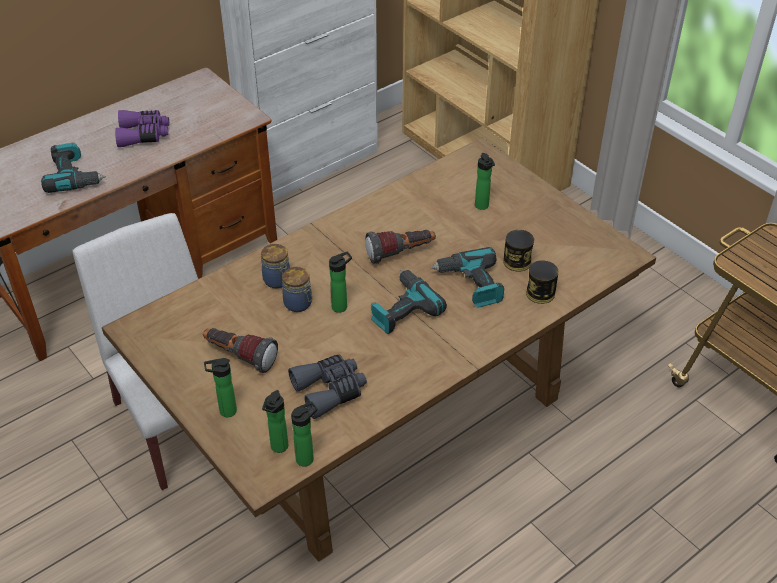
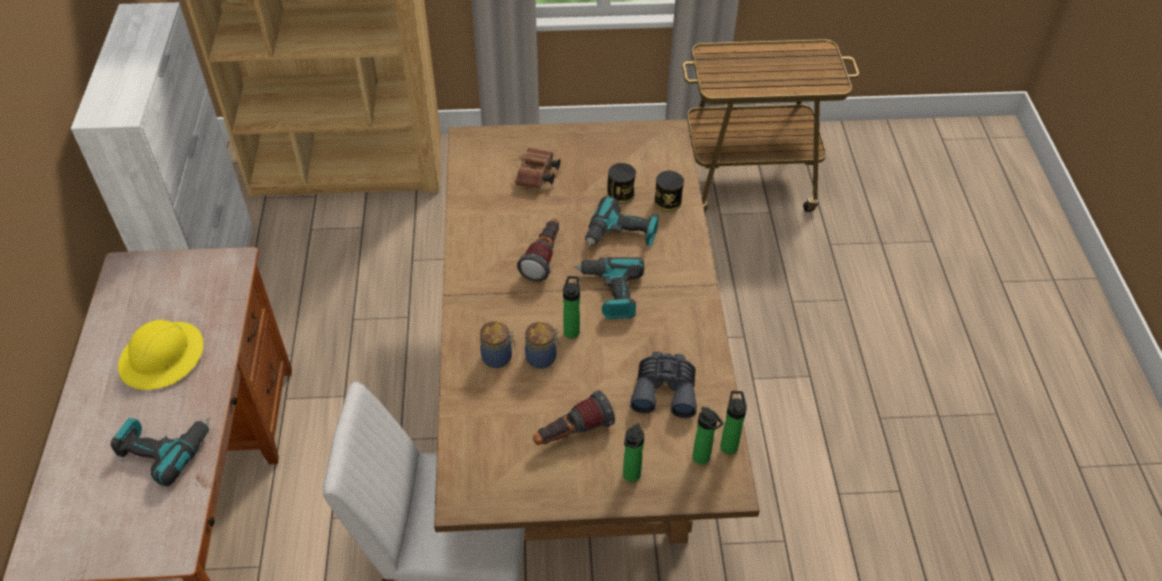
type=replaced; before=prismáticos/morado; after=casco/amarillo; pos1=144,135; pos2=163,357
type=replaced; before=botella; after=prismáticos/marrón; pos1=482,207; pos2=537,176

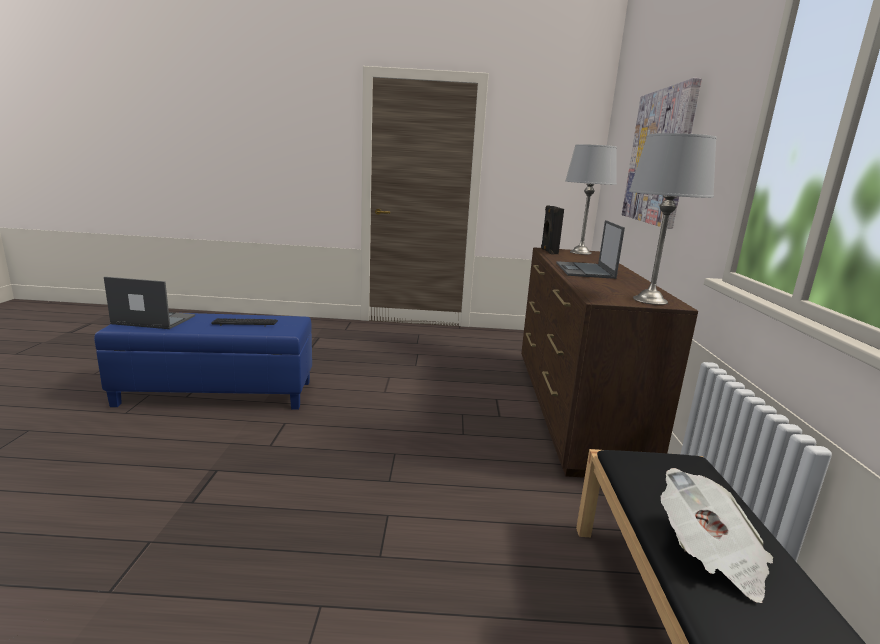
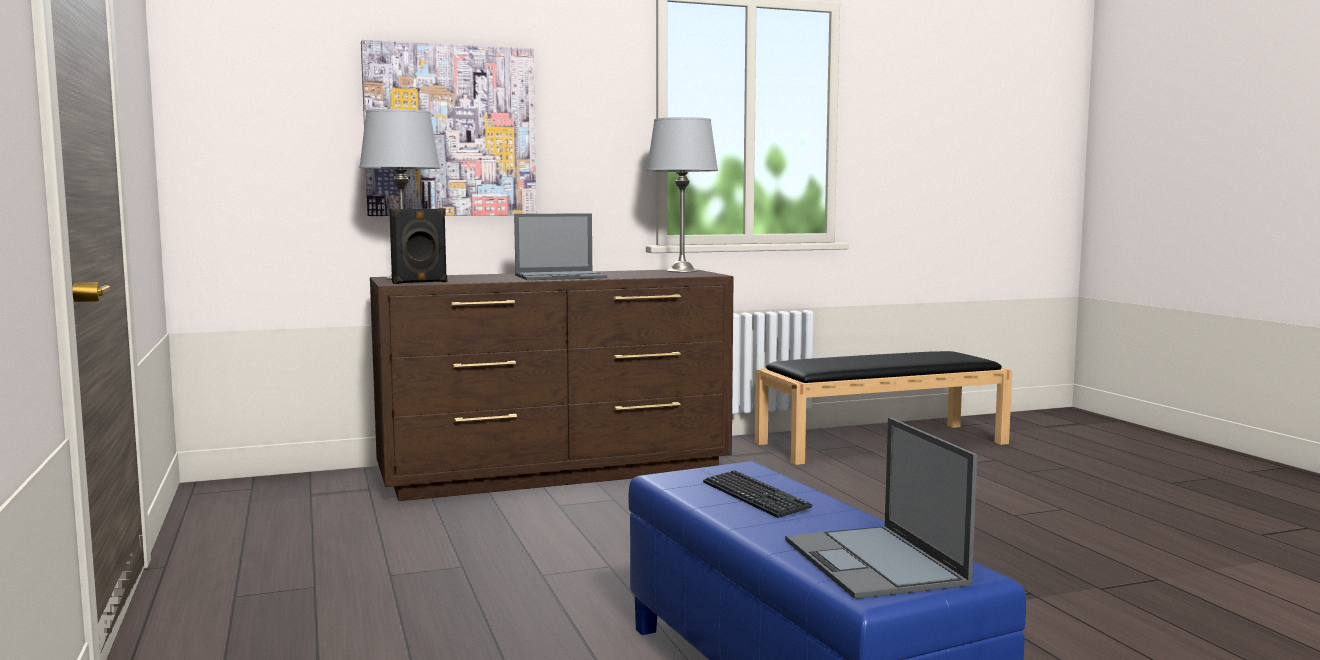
type=removed; before=periódico; pos1=710,556

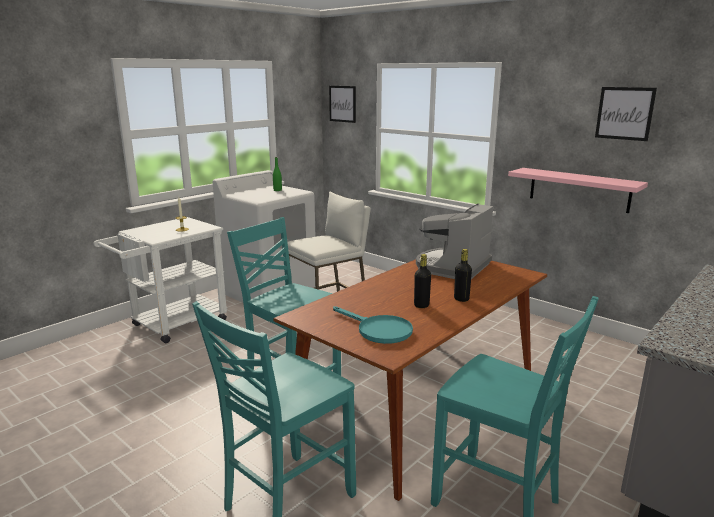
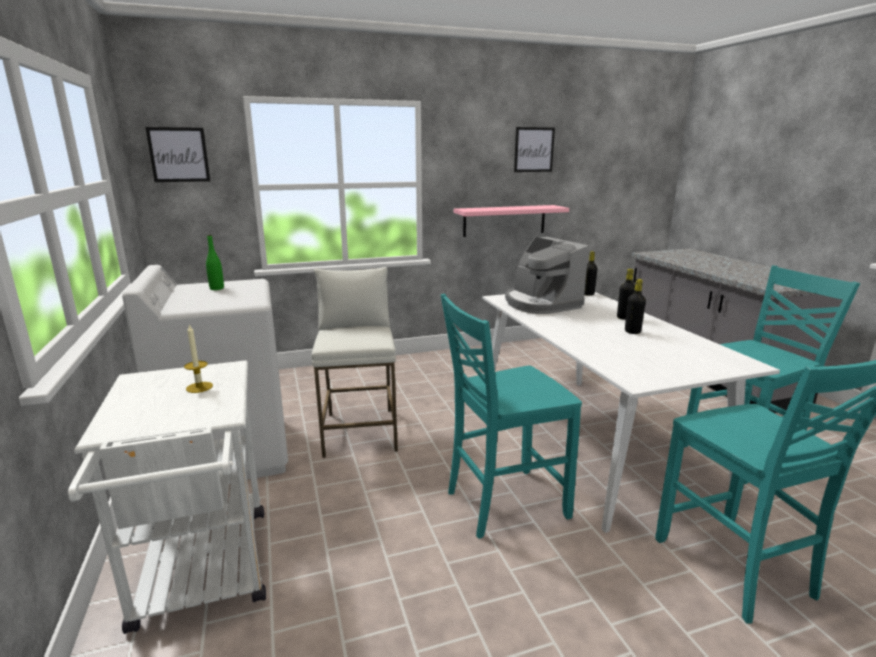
type=recoloured; before=mesa de comedor/marrón; after=mesa de comedor/blanco; pos1=419,404; pos2=590,441
type=removed; before=sartén/turquesa; pos1=378,330
type=added; after=botella/negro; pos2=588,294

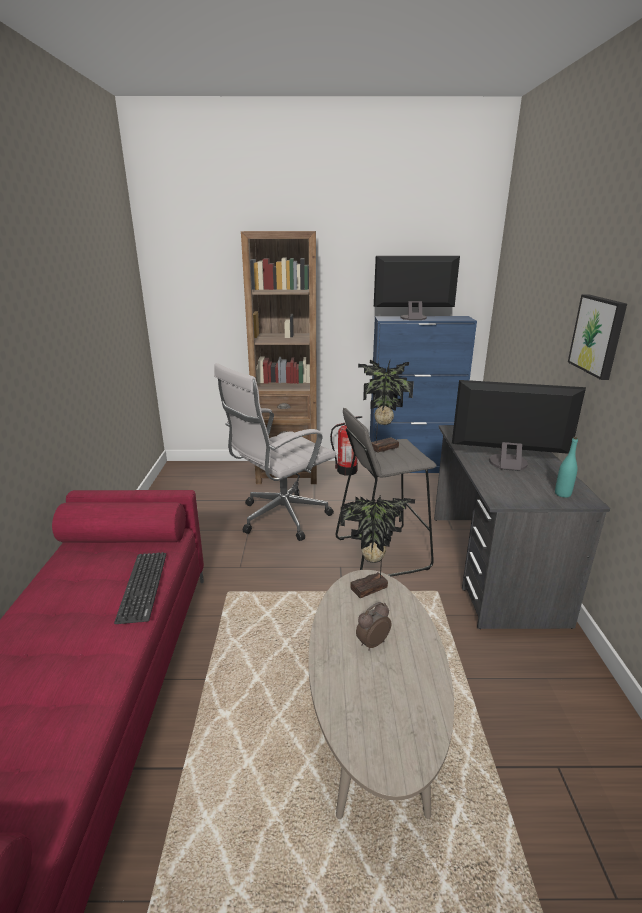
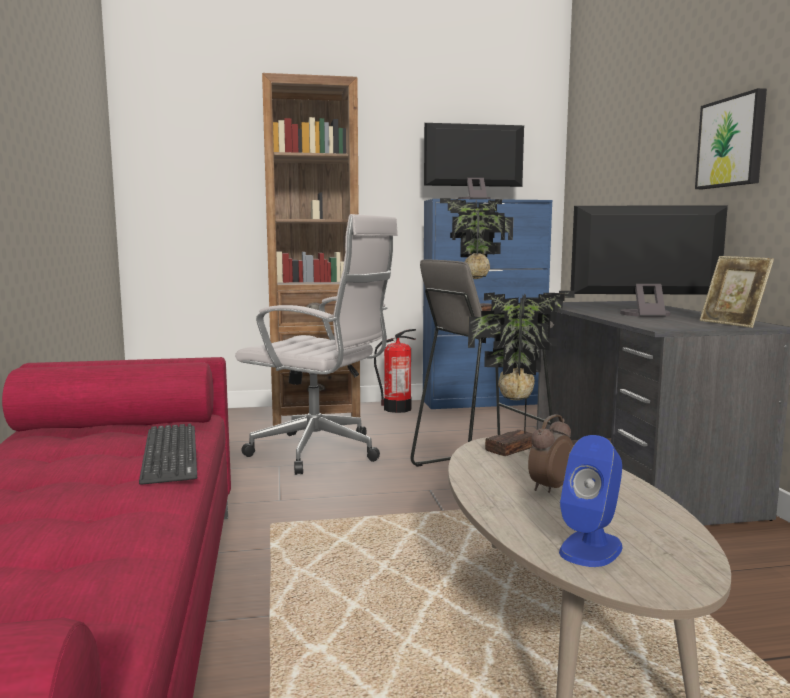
type=turned; before=silla de oficina/blanco; pos1=280,518; pos2=321,453; turn=-105
type=replaced; before=botella/turquesa; after=portarretratos; pos1=562,494; pos2=732,324
type=added; after=altavoz/azul; pos2=591,548

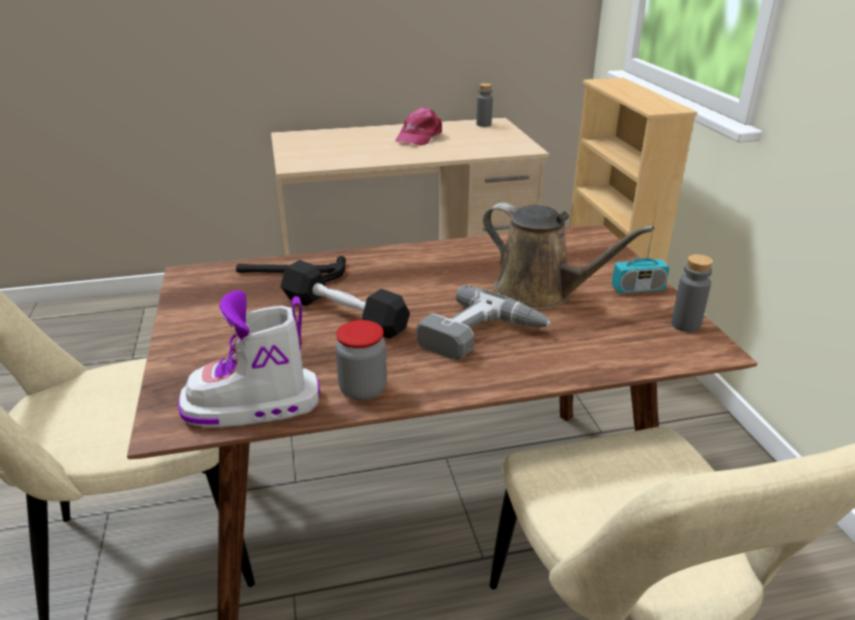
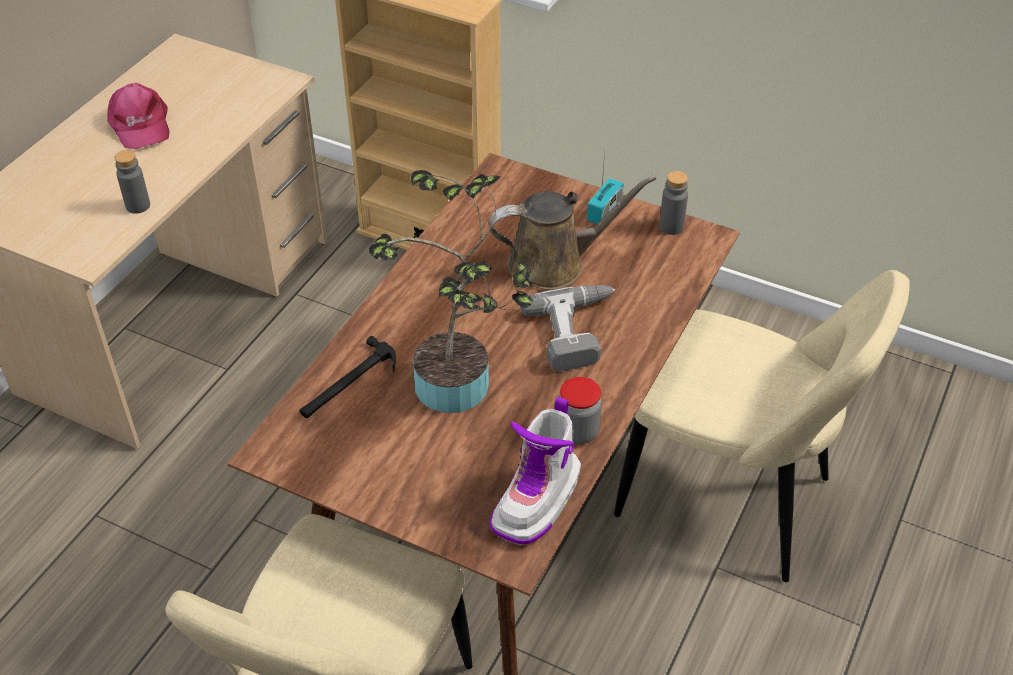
type=replaced; before=mancuerna/negro; after=planta en maceta; pos1=344,314; pos2=460,387
type=moved; before=botella/gris; pos1=483,124; pos2=138,206

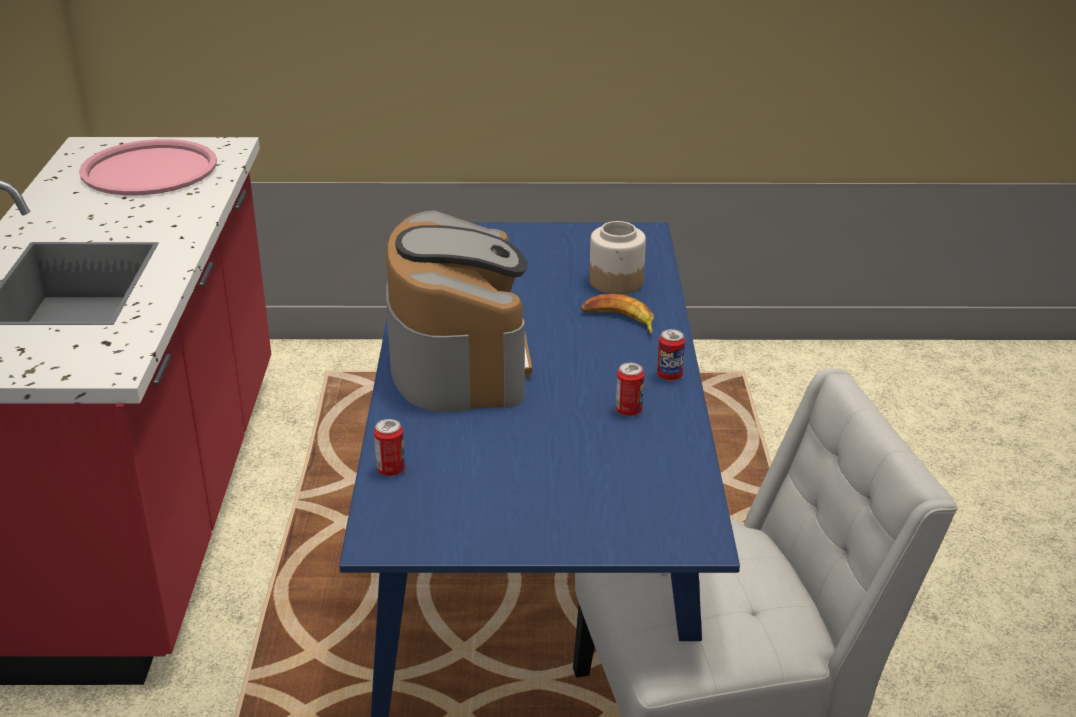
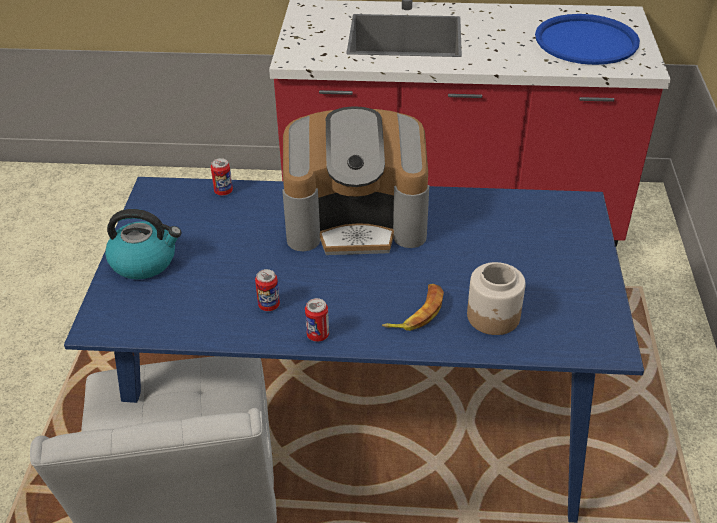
type=recoloured; before=bandeja/rosa; after=bandeja/azul; pos1=149,170; pos2=586,41
type=added; after=hervidor; pos2=145,261

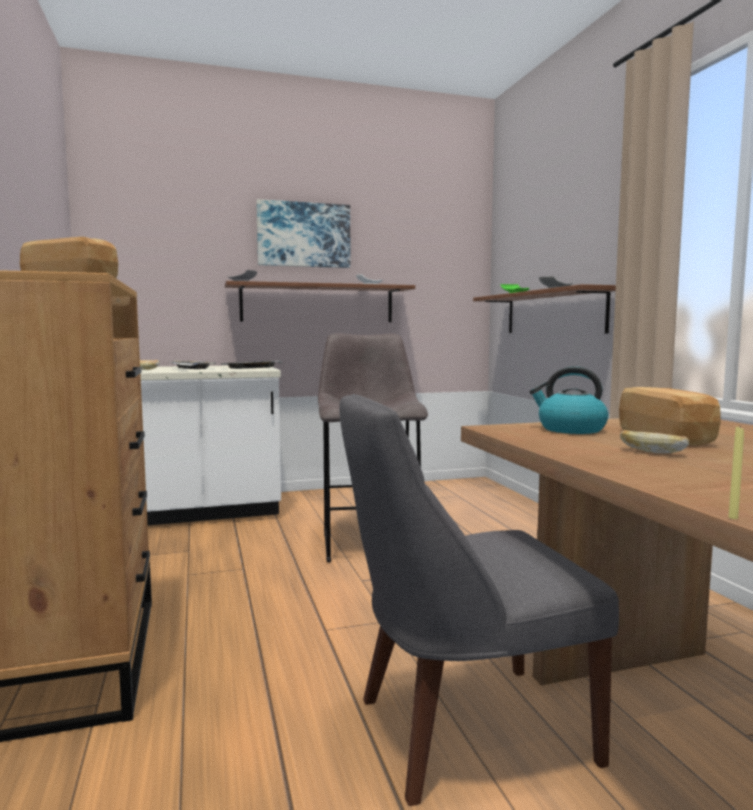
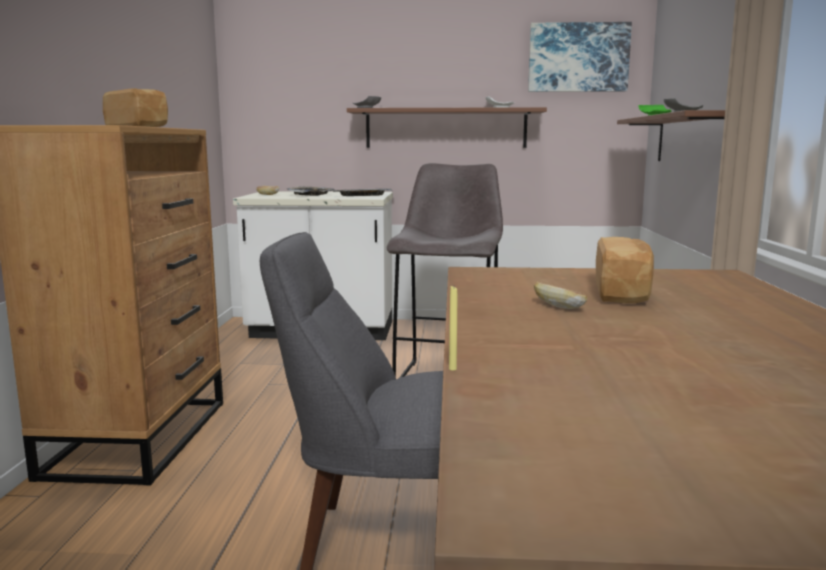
type=moved; before=cuadro; pos1=303,235; pos2=578,57
type=removed; before=hervidor; pos1=570,429

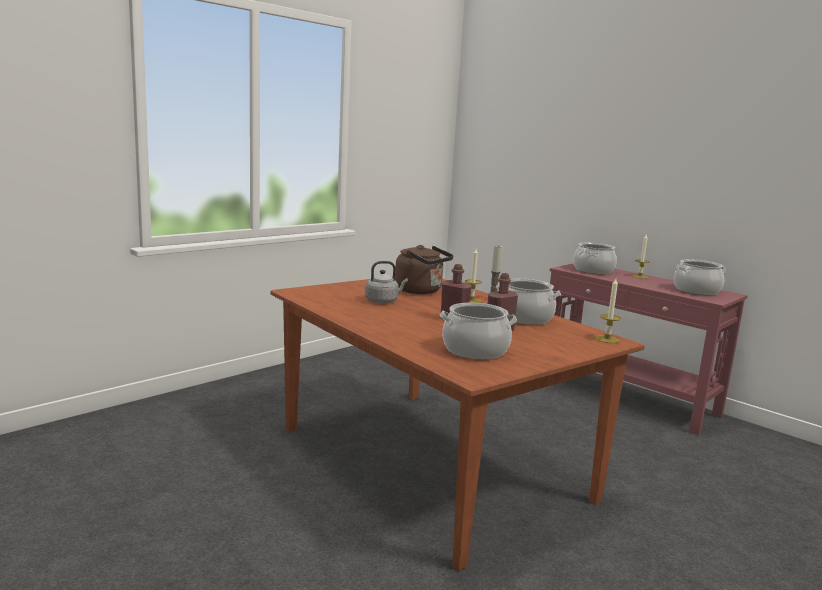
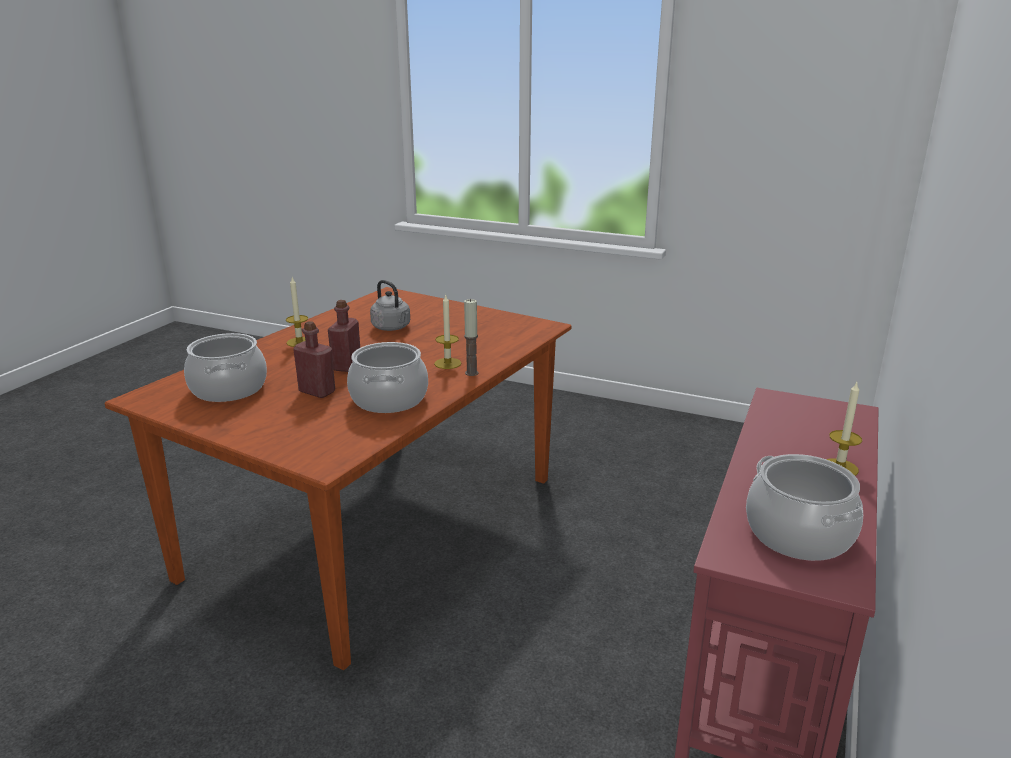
type=removed; before=hervidor/marrón; pos1=421,291
type=removed; before=olla; pos1=593,270
type=moved; before=vela; pos1=607,339; pos2=299,342

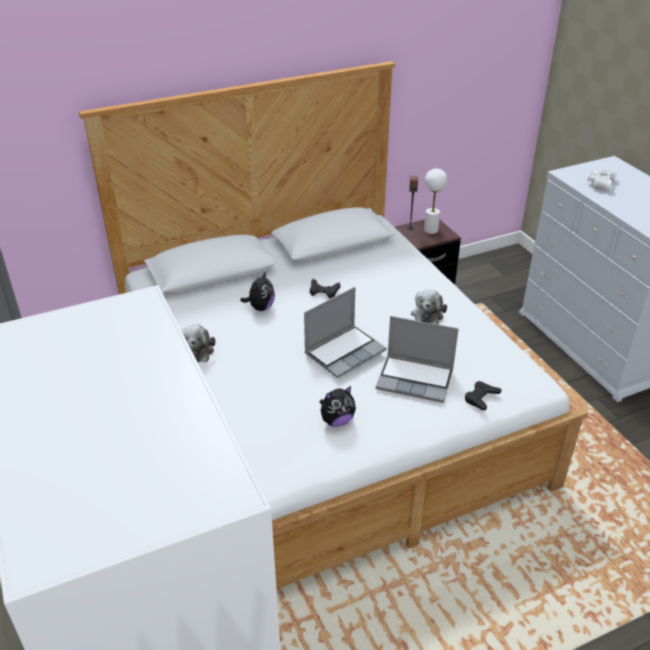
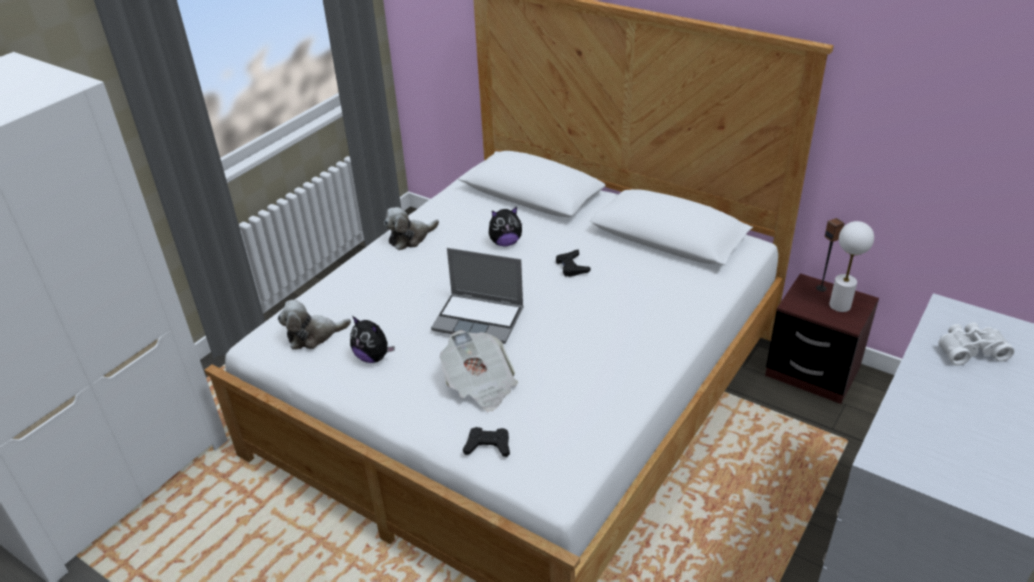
type=replaced; before=portátil; after=periódico; pos1=416,379; pos2=480,385
type=moved; before=peluche; pos1=427,314; pos2=313,336

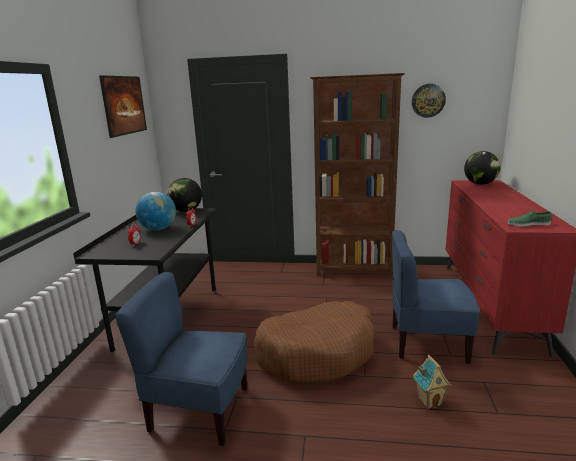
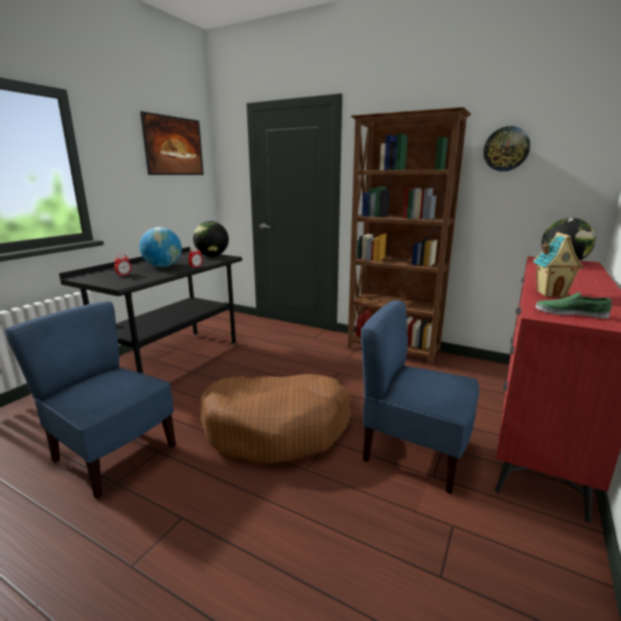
type=moved; before=casita; pos1=430,401; pos2=551,294

